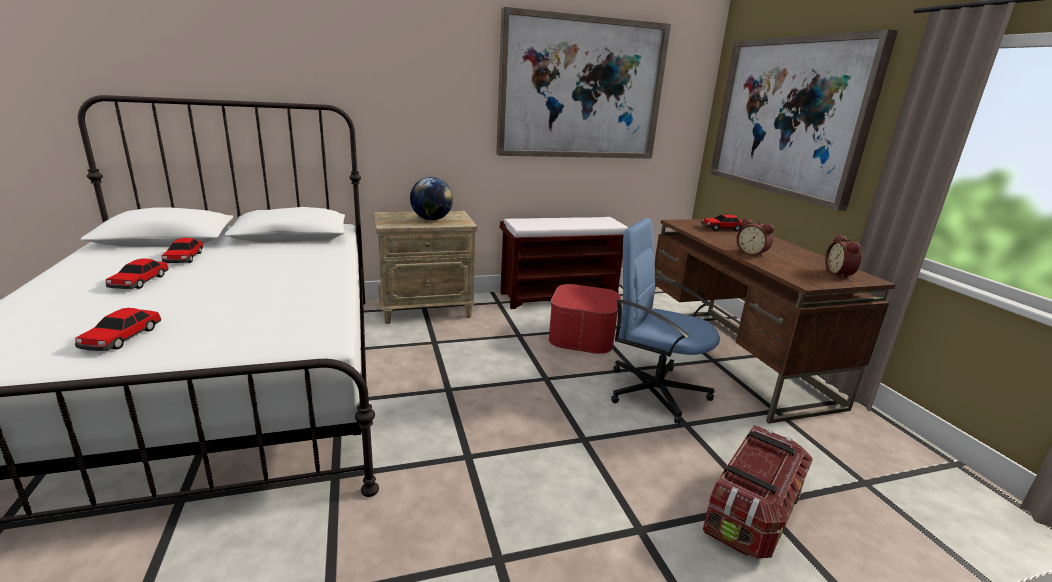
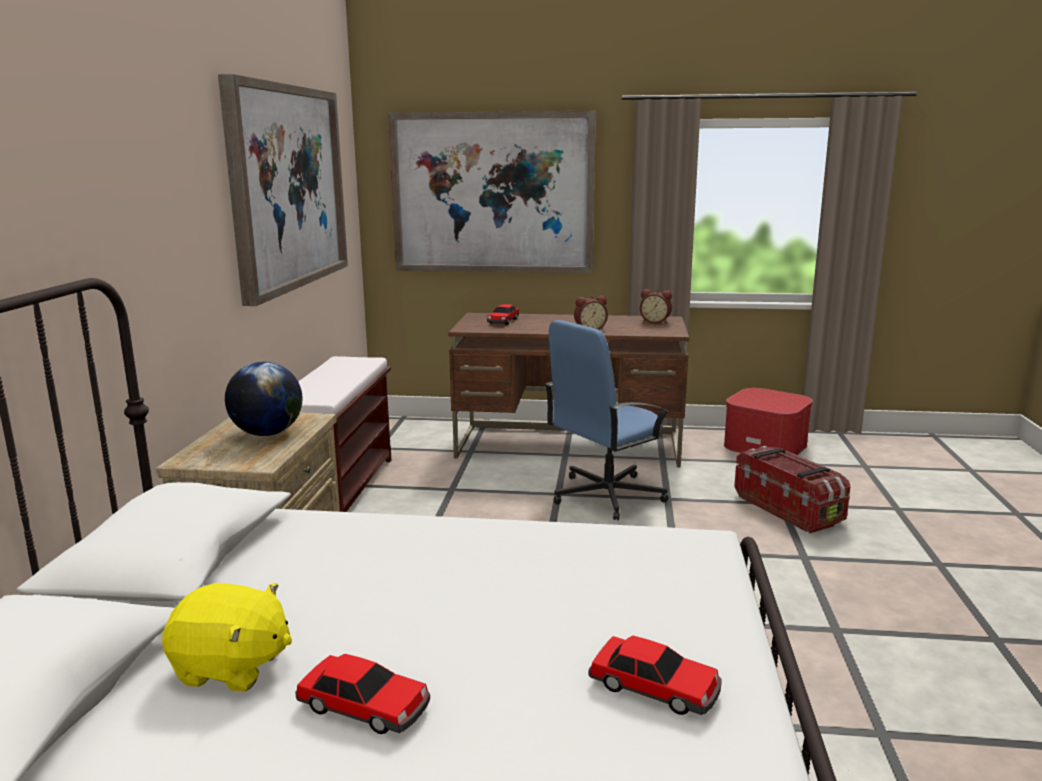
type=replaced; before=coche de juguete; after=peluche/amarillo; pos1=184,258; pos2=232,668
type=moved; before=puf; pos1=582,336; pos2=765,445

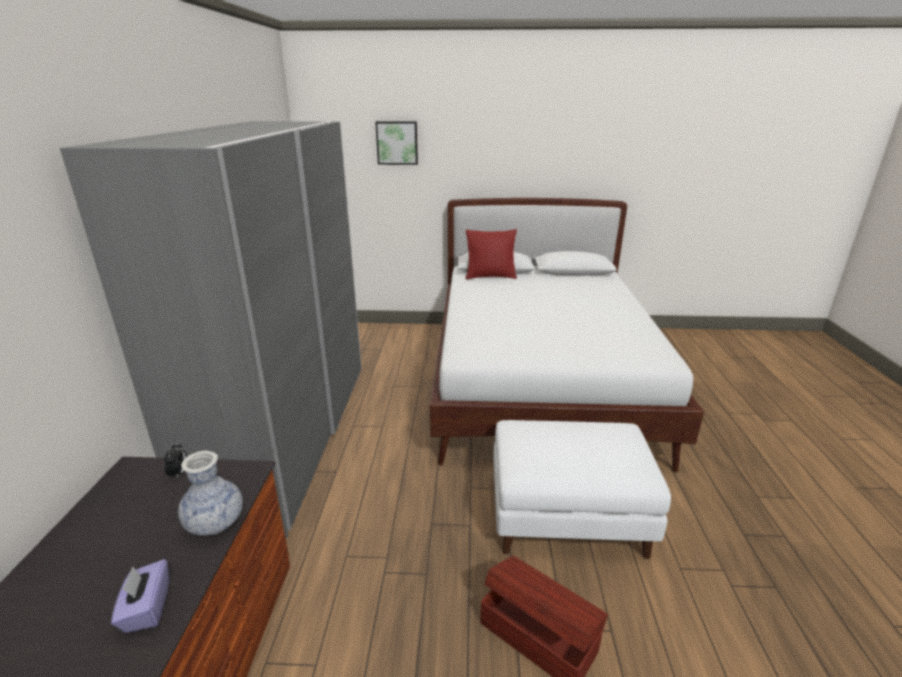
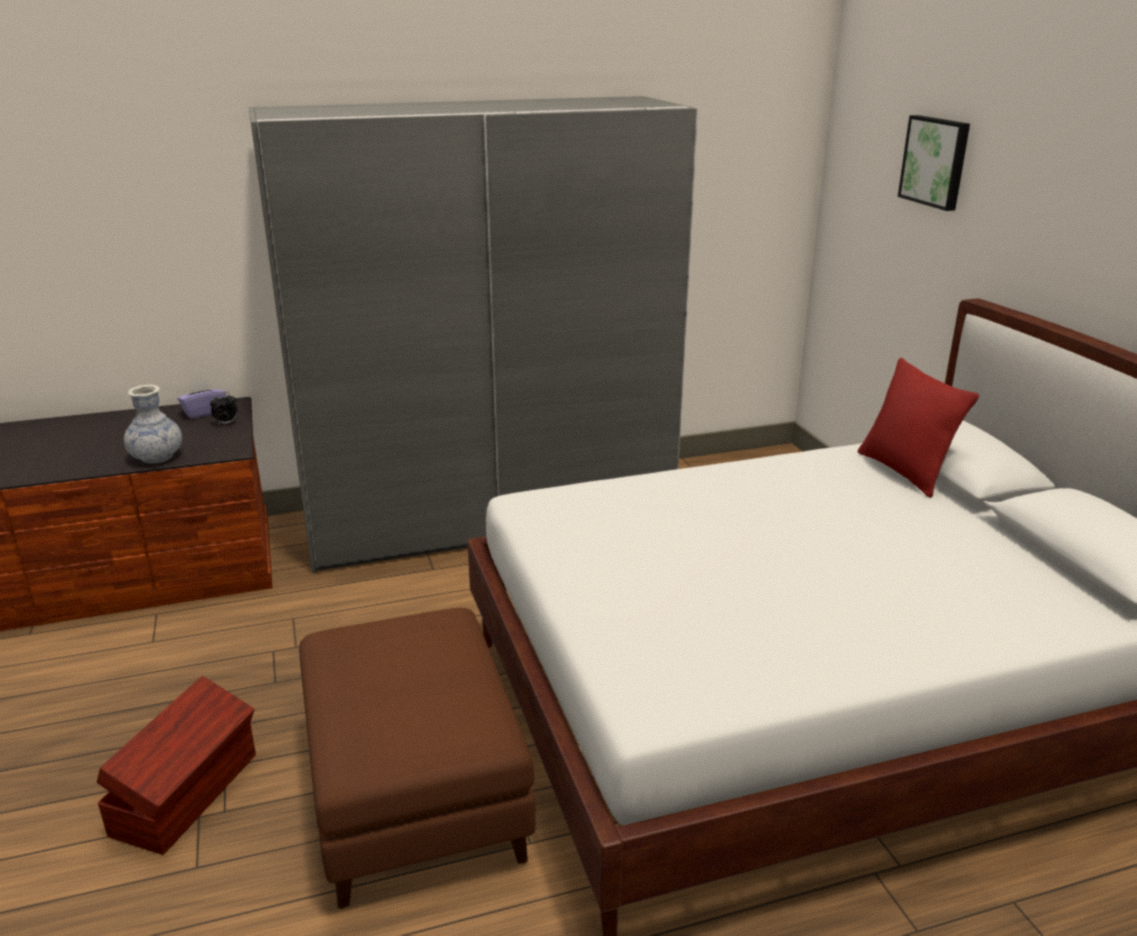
type=moved; before=caja de pañuelos/morado; pos1=147,609; pos2=204,412
type=recoloured; before=puf/blanco; after=puf/marrón; pos1=568,515; pos2=417,798

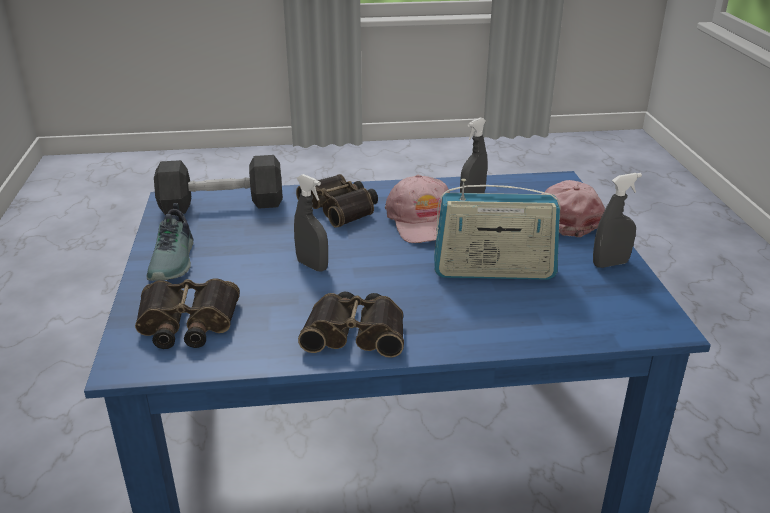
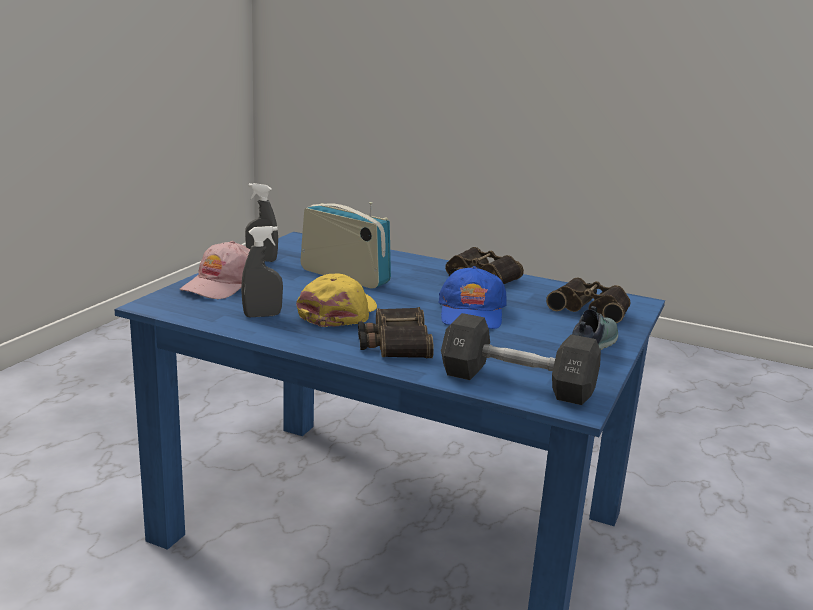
type=replaced; before=pulverizador/gris; after=gorra/azul; pos1=312,265; pos2=471,313
type=recoloured; before=gorra/rosa; after=gorra/amarillo; pos1=423,222; pos2=339,313

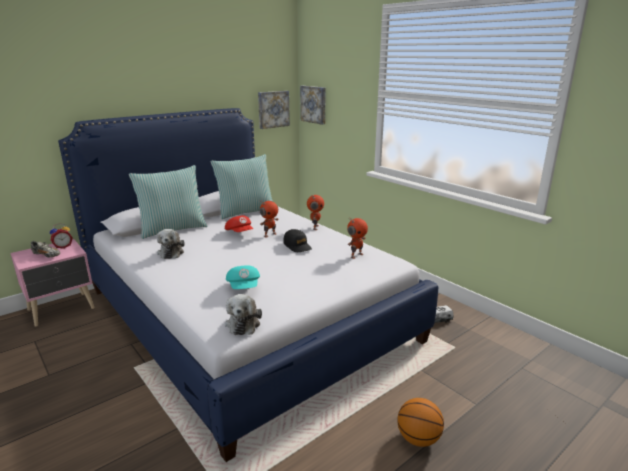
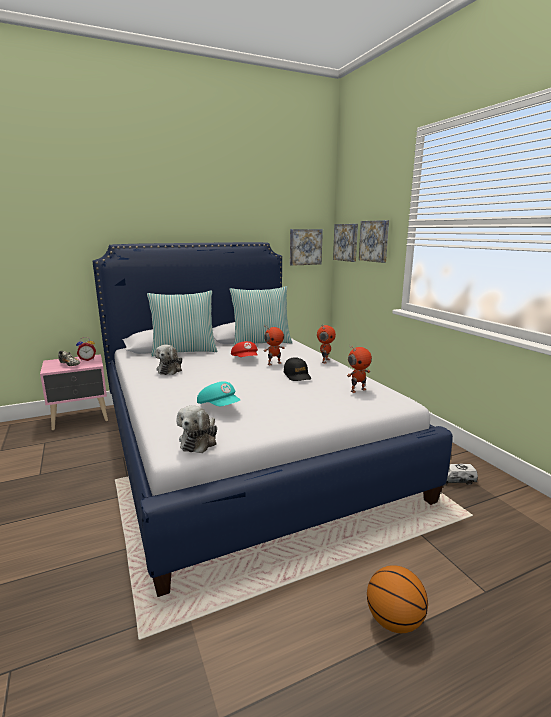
type=turned; before=gorra/turquesa; pos1=244,287; pos2=219,407; turn=-45
type=added; after=cuadro; pos2=375,241

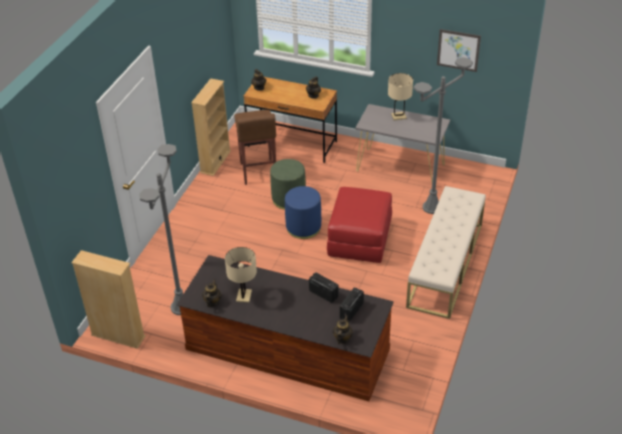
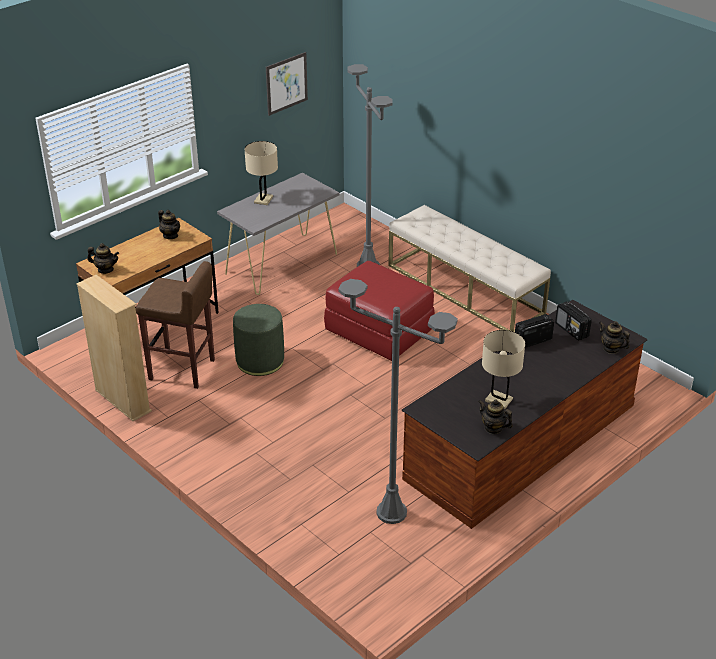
type=removed; before=estantería/beis; pos1=118,336
type=removed; before=puf/azul; pos1=303,227

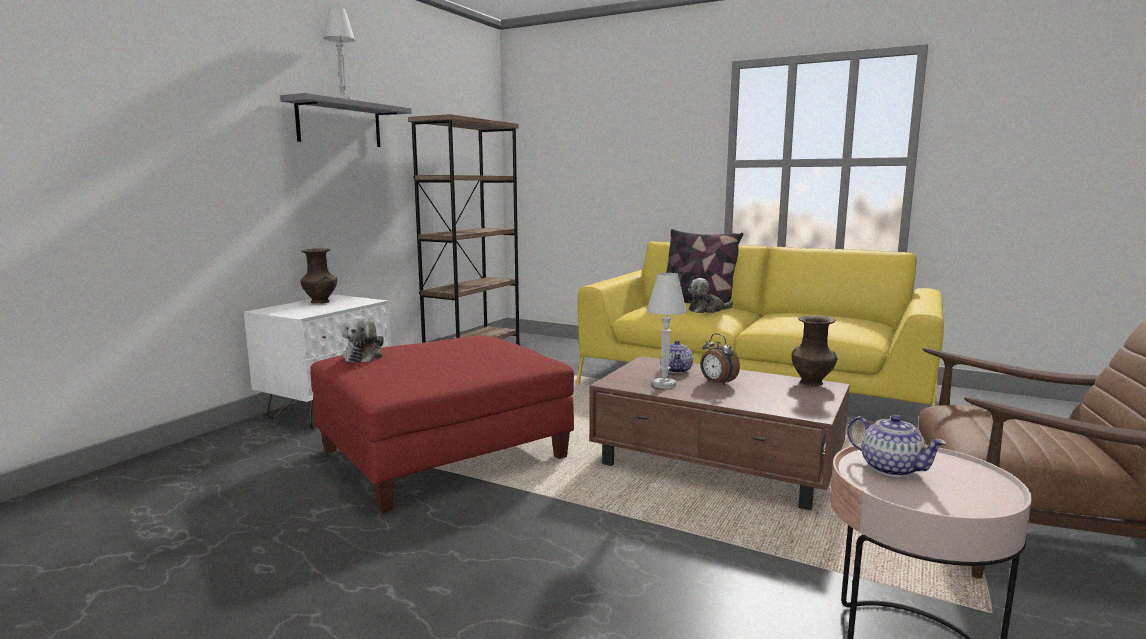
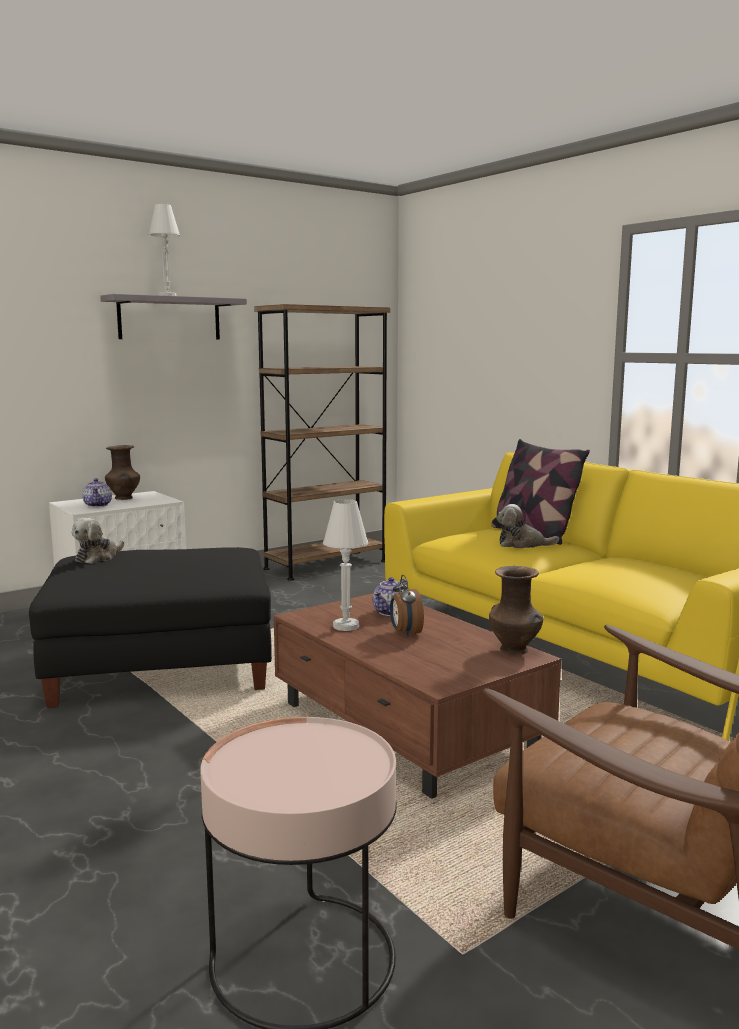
type=recoloured; before=puf/rojo; after=puf/negro; pos1=443,454; pos2=162,665
type=moved; before=tetera; pos1=890,468; pos2=98,505

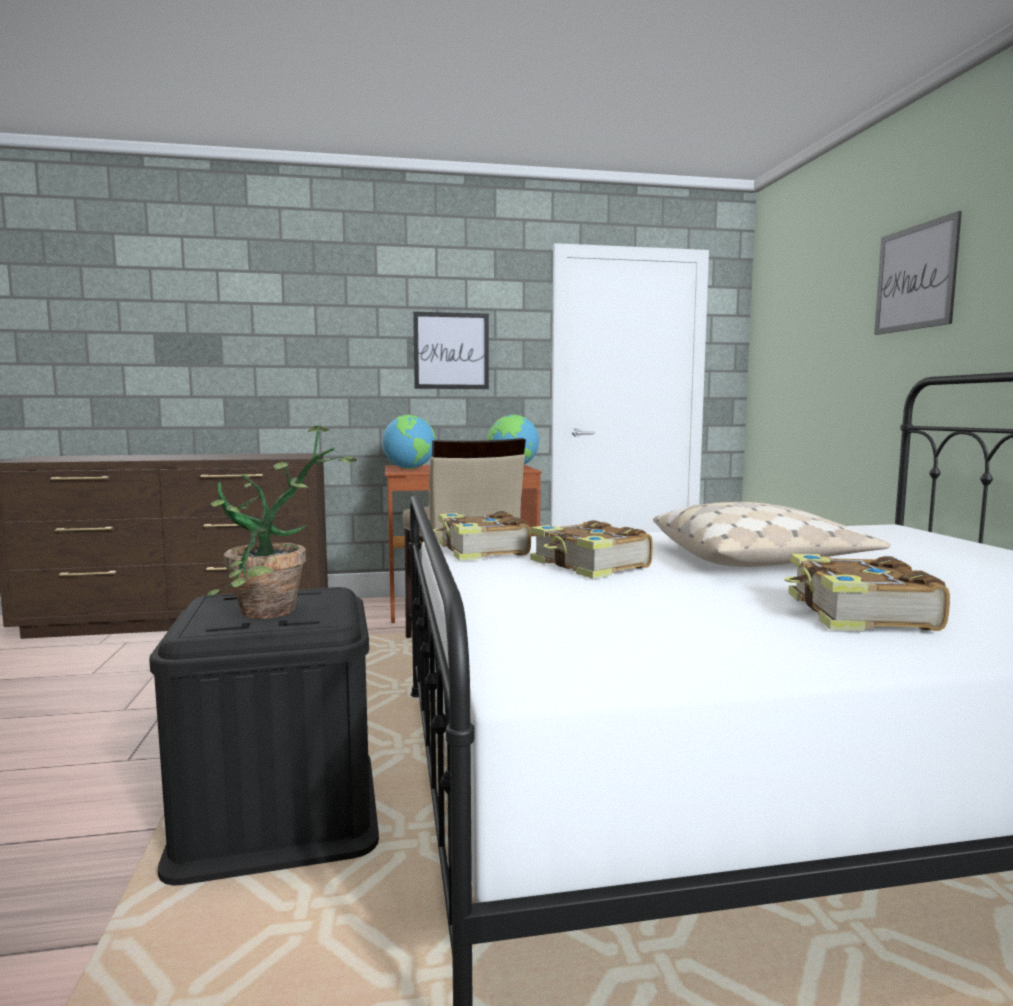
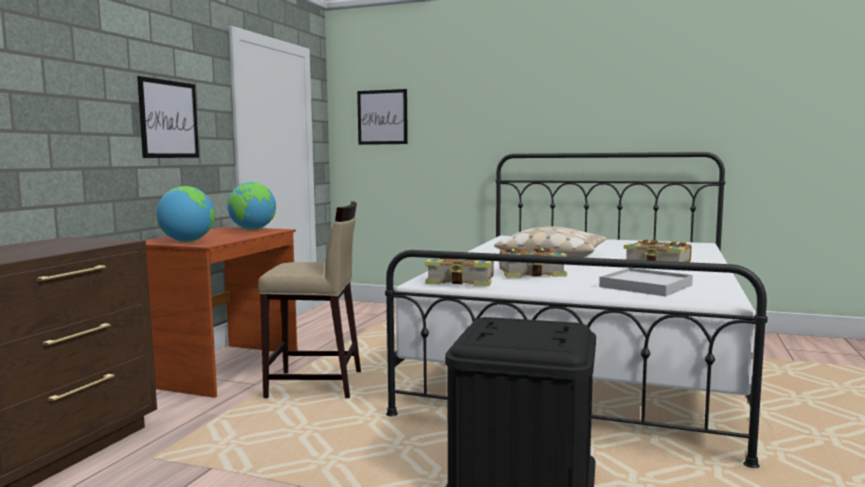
type=removed; before=planta en maceta; pos1=277,614
type=moved; before=cuadro; pos1=915,278; pos2=382,117
type=added; after=bandeja/blanco; pos2=646,286

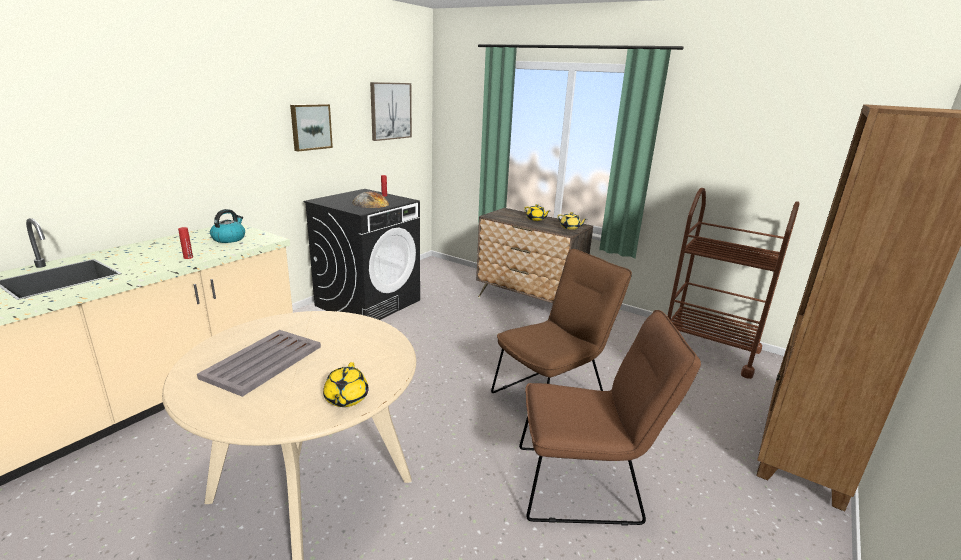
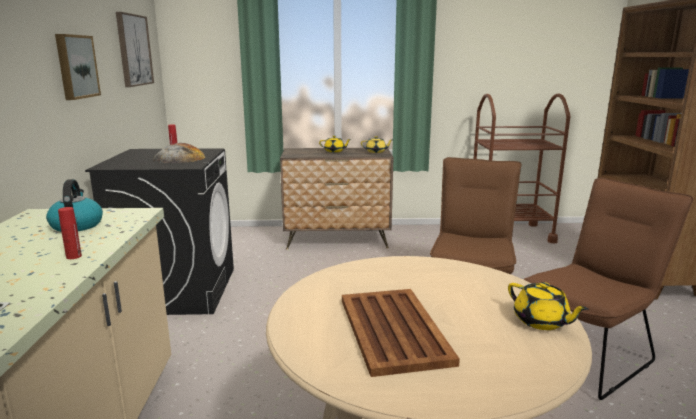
type=recoloured; before=bandeja/gris; after=bandeja/marrón; pos1=264,361; pos2=393,329

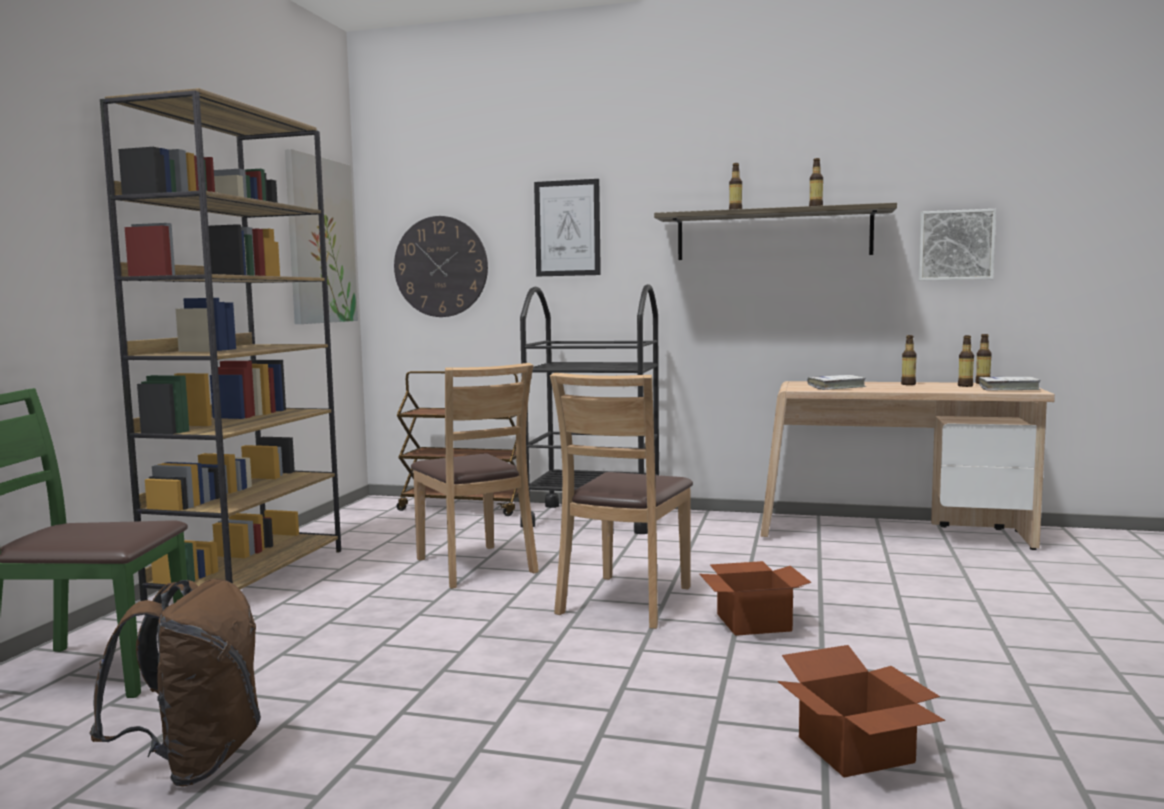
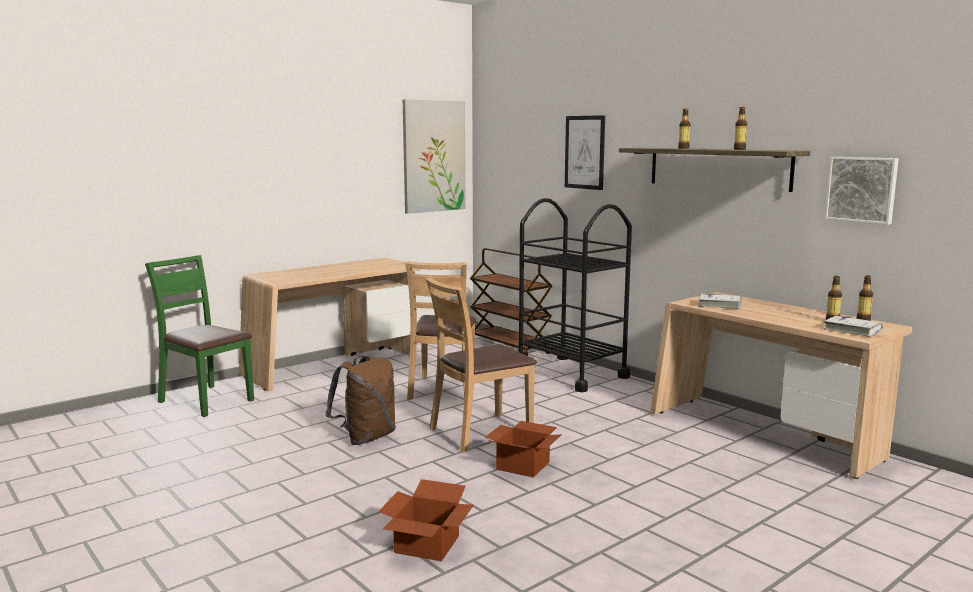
type=moved; before=mochila/marrón; pos1=194,762; pos2=366,438
type=replaced; before=estantería/marrón; after=escritorio/beis; pos1=249,574; pos2=334,367
type=removed; before=reloj de pared; pos1=441,266
type=removed; before=botella; pos1=908,384

